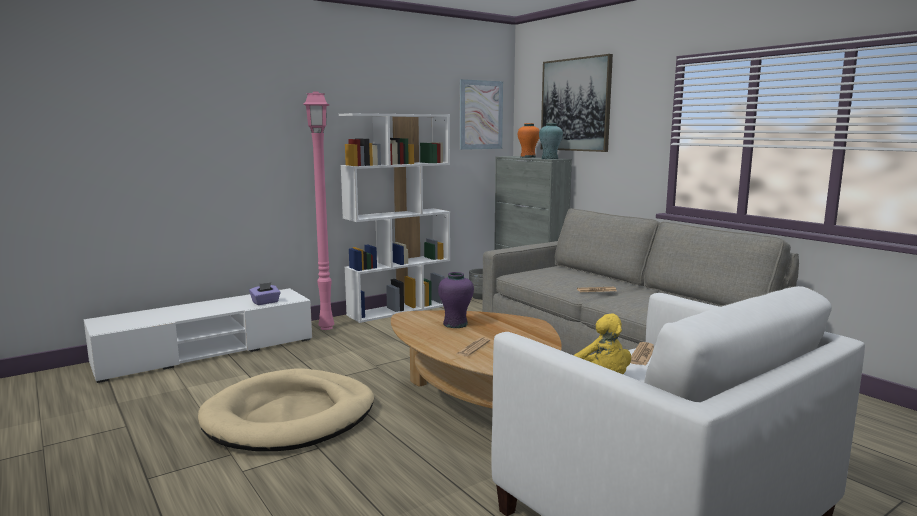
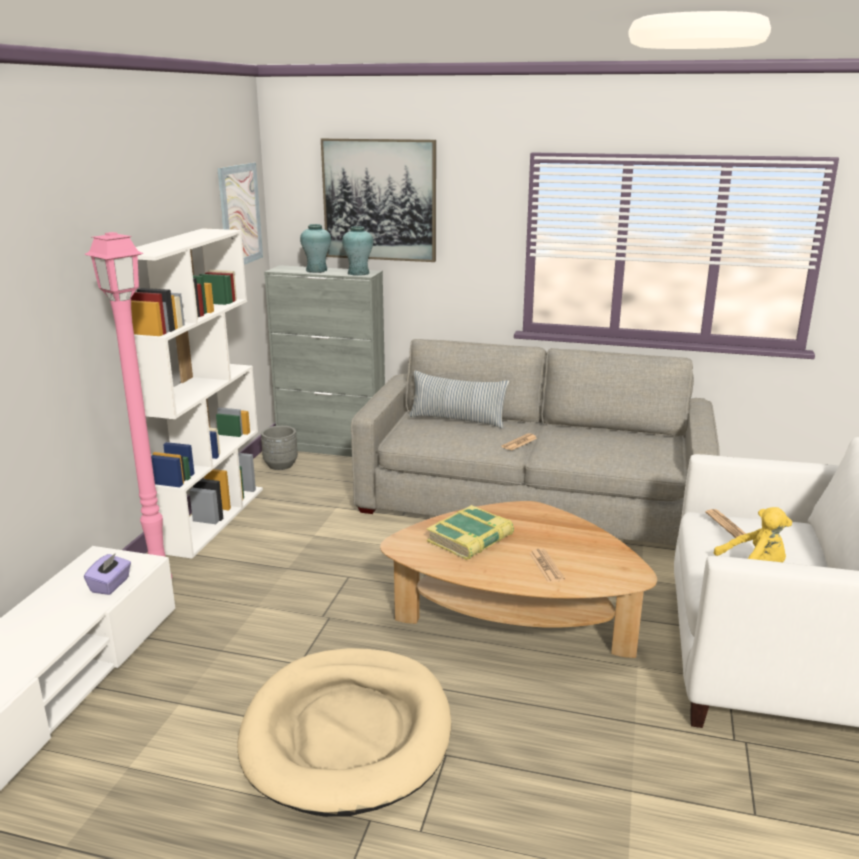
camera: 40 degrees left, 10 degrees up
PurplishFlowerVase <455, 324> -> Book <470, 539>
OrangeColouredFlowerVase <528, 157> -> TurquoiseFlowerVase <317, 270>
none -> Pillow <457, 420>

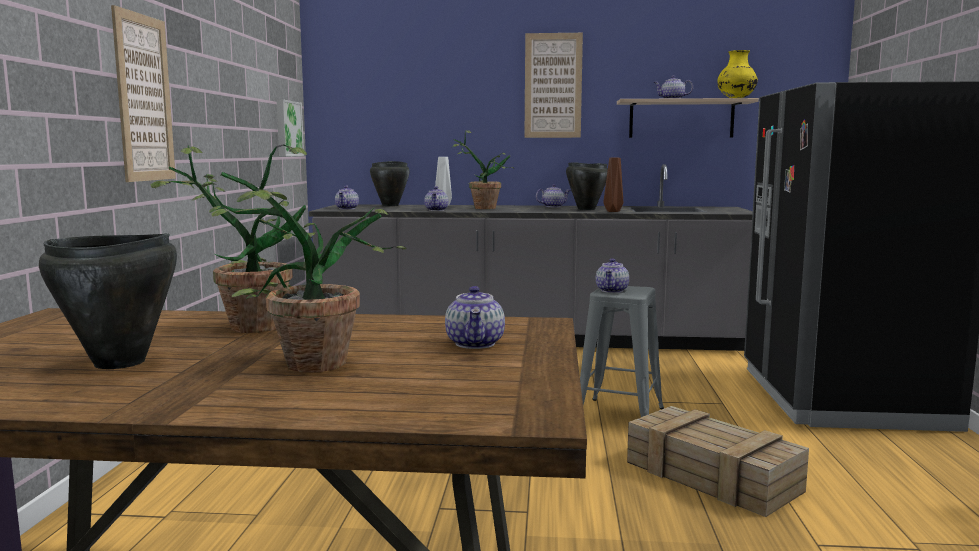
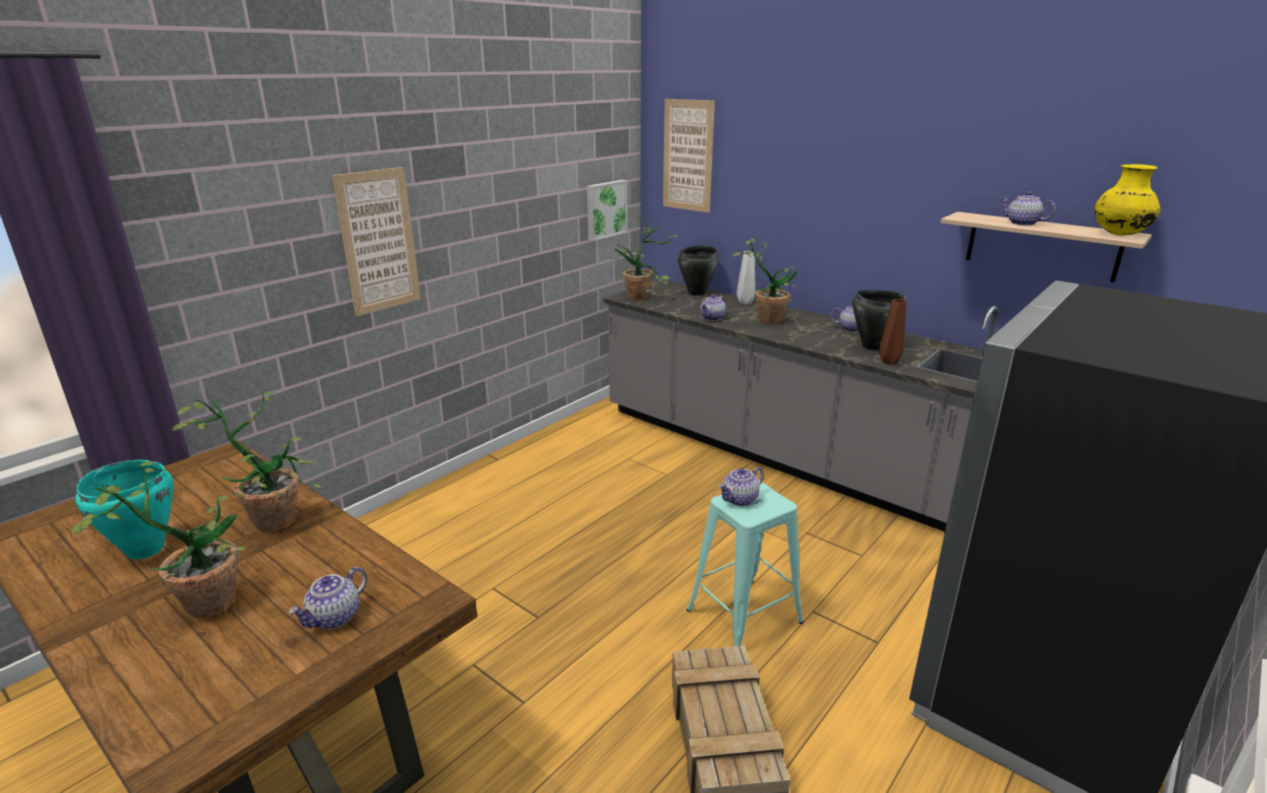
camera: 35 degrees right, 15 degrees up
BlackCookingPot <120, 363> -> TurquoiseCookingPot <145, 550>
TeaPot <347, 208> -> PottedPlant <644, 297>
Picture <553, 86> -> Picture <688, 155>, moved
GrayStoolSeat <619, 416> -> TurquoiseStoolSeat <744, 616>

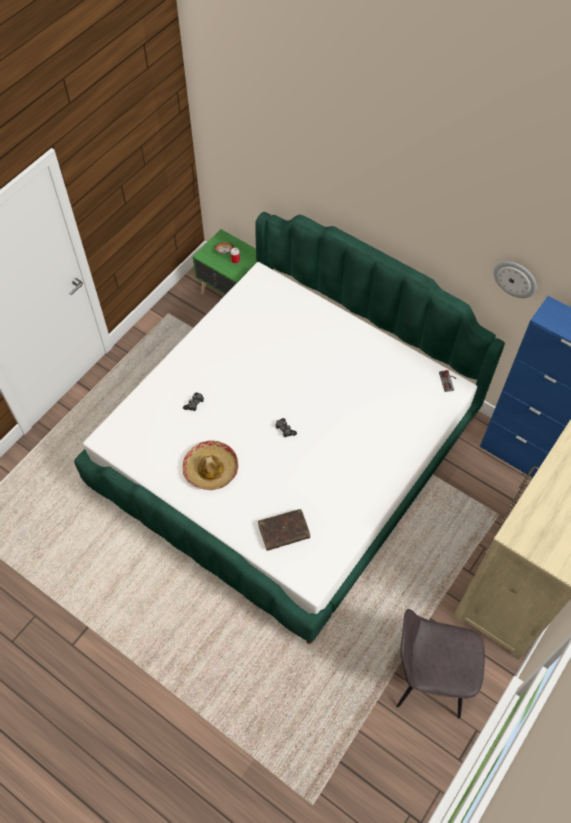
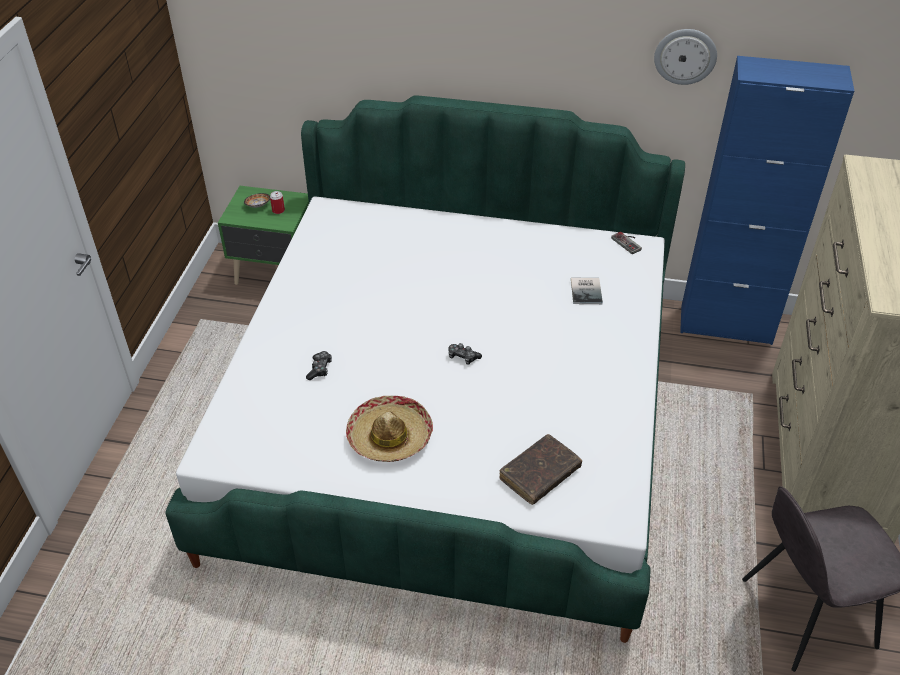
camera: 25 degrees left, 15 degrees down
none -> Book <587, 291>

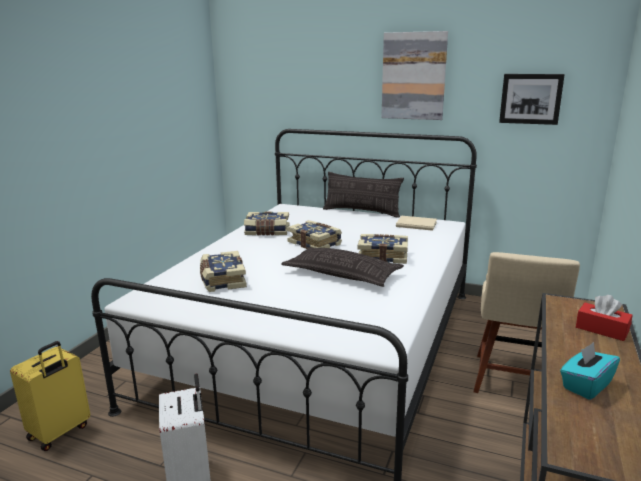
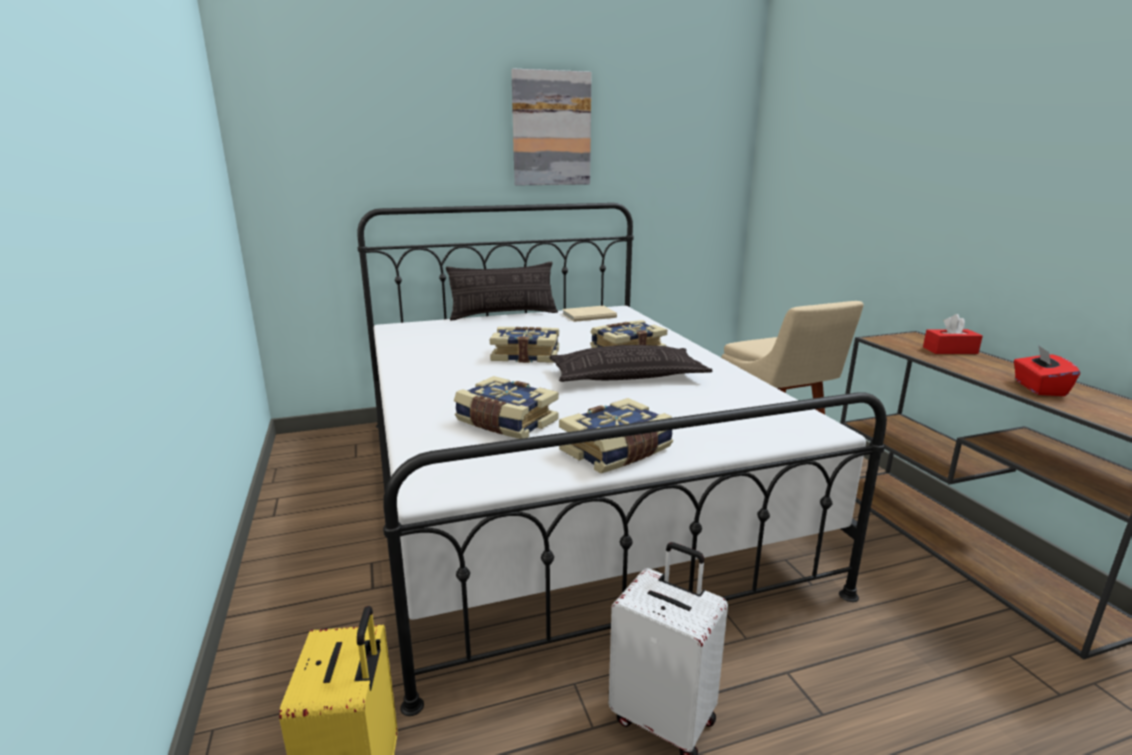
camera: 40 degrees left, 0 degrees up
Book <267, 231> -> Book <617, 451>, moved
Picture <530, 98> -> none
TurquoiseBoxOfTissues <586, 385> -> RedBoxOfTissues <1038, 388>

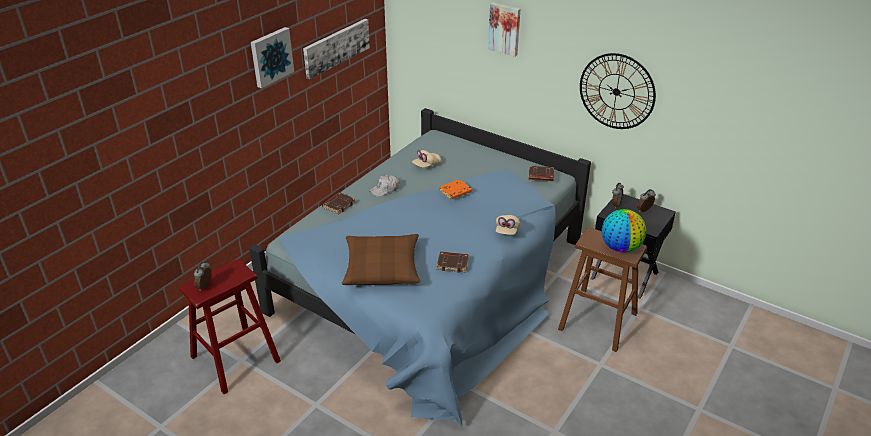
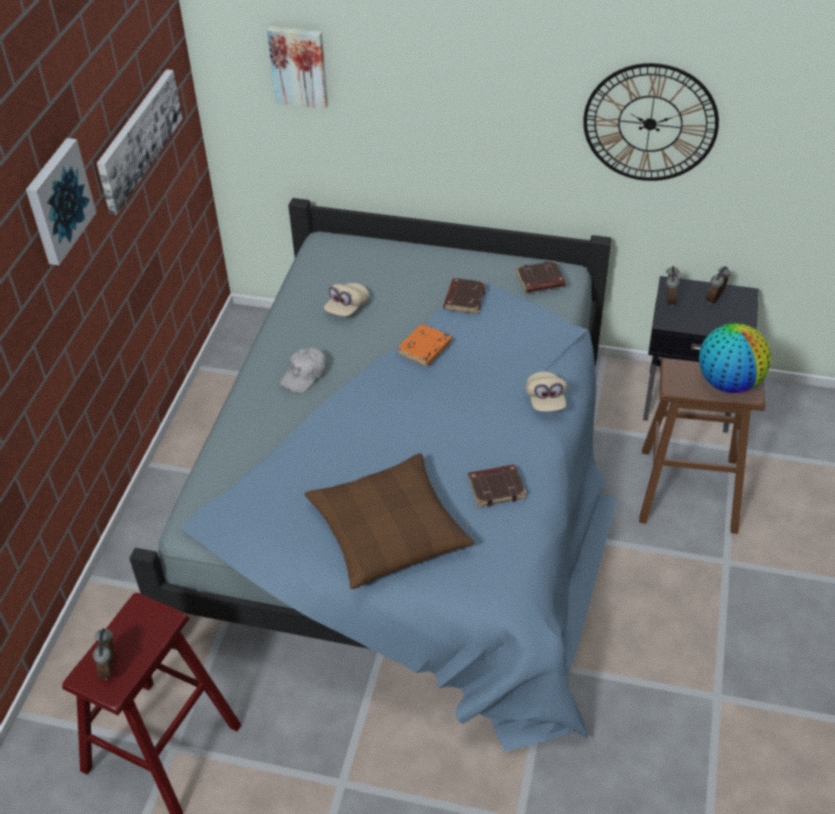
camera: 20 degrees left, 10 degrees up
BrownColouredBook <338, 205> -> BrownColouredBook <464, 298>, moved
Picture <505, 28> -> Picture <299, 66>, moved

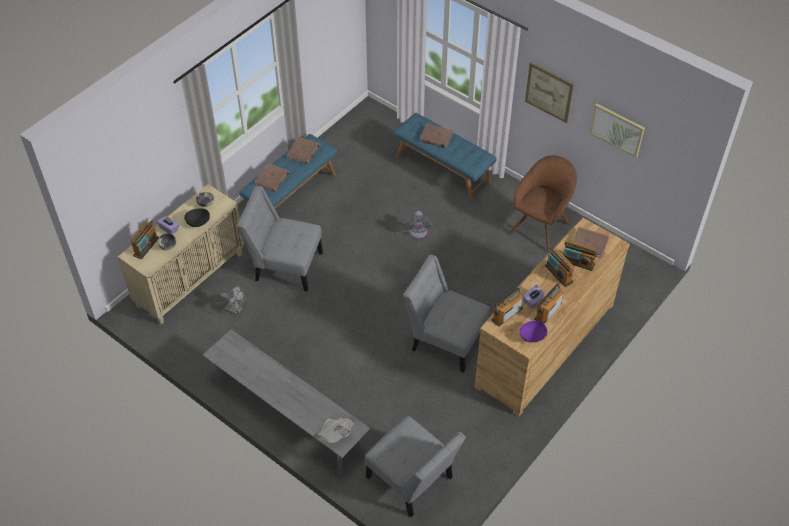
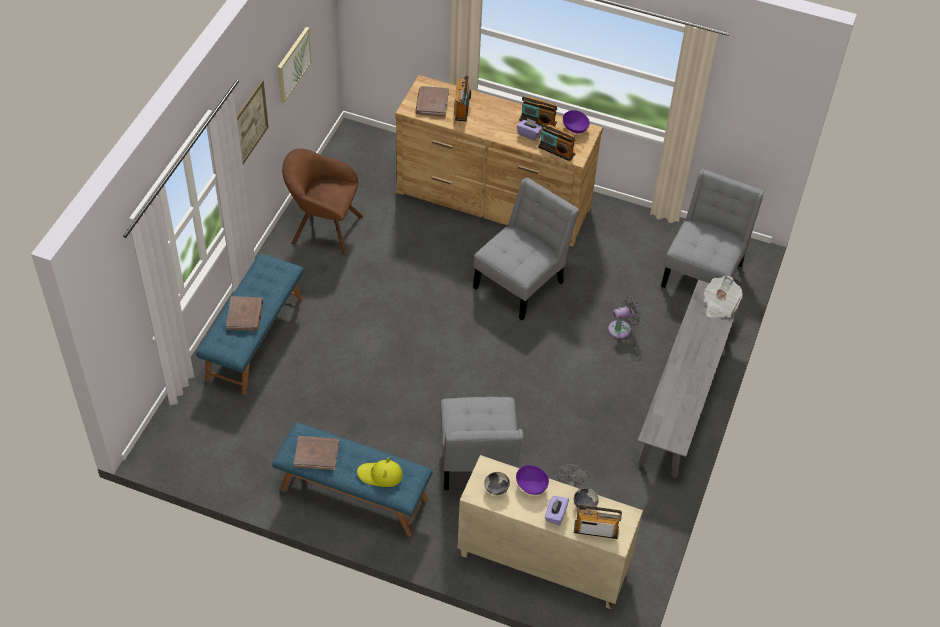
camera: 110 degrees left, 0 degrees up
BlackDeepDish <198, 222> -> PurplishDeepDish <531, 486>
BrownColouredBook <272, 179> -> YellowClothingHat <380, 475>
GrayPlainChair <445, 339> -> GrayPlainChair <522, 282>, 150 degrees counterclockwise
GrayCoolingFan <418, 233> -> GrayCoolingFan <622, 329>, moved
RadioSet <558, 274> -> none

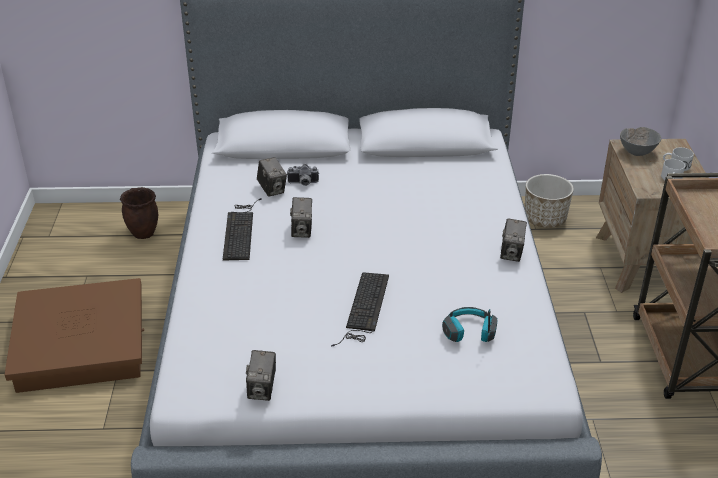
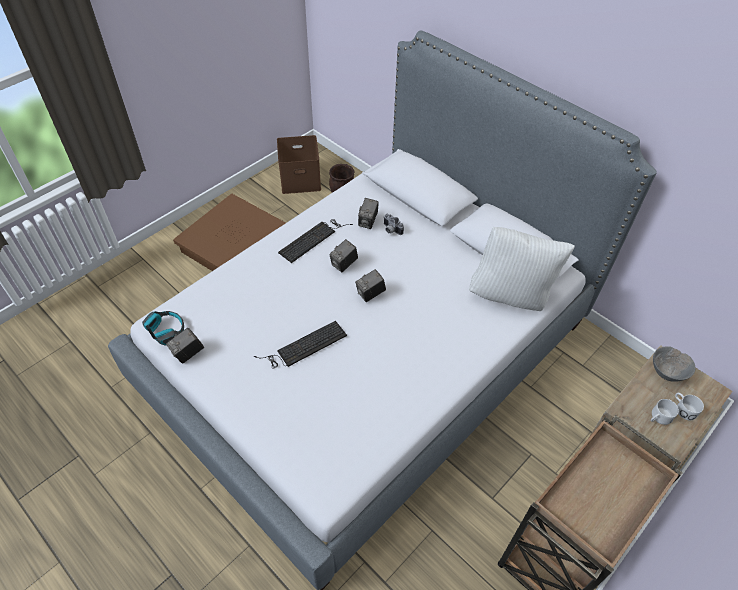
camera: 45 degrees right, 15 degrees up
PairOfHeadphones <469, 332> -> PairOfHeadphones <166, 331>, moved
PhotoCamera <511, 253> -> PhotoCamera <370, 294>, moved
FlowerPot <545, 219> -> none
none -> BrownColouredStorageBin <299, 180>
none -> WhitePillow <511, 295>

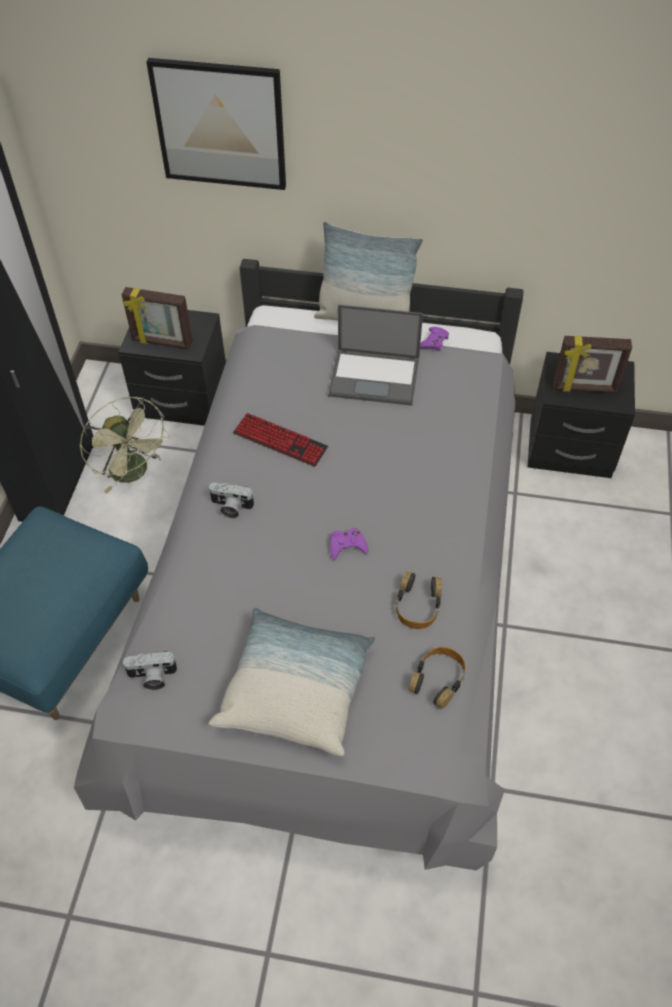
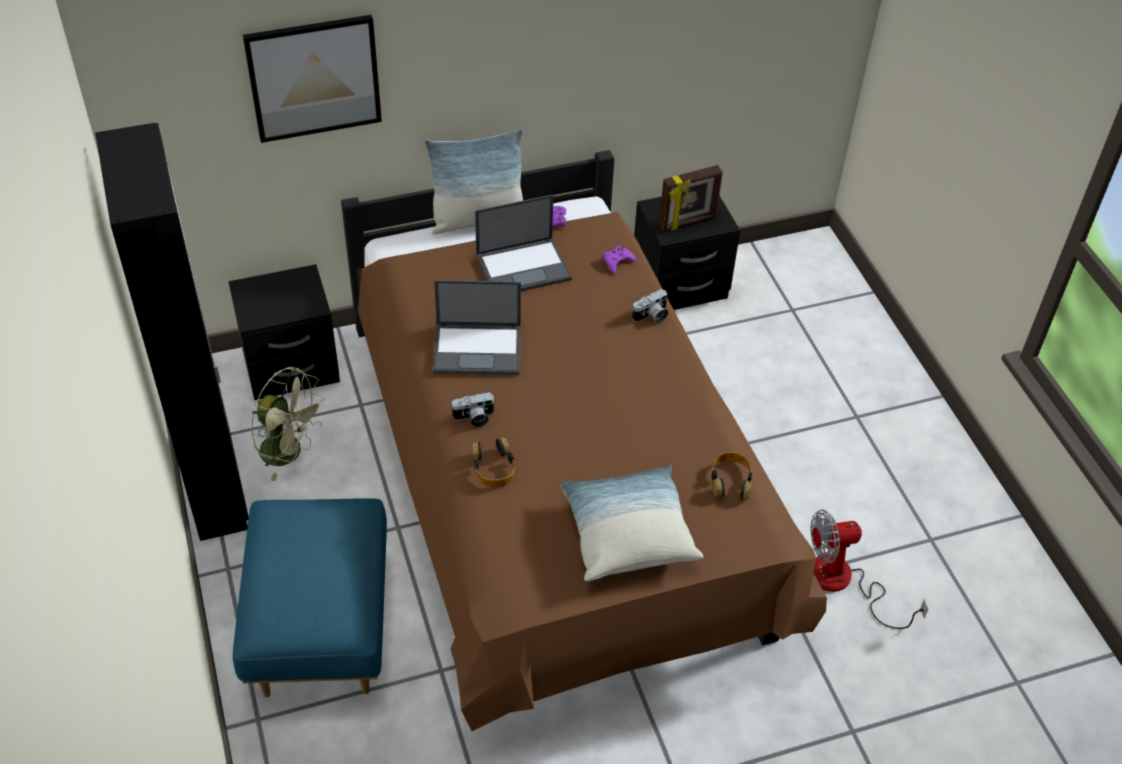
camera: 30 degrees left, 5 degrees down
GraySleepingBed <335, 598> -> BrownColouredSleepingBed <555, 487>
StandingFrame <162, 343> -> none
PhotoCamera <152, 677> -> PhotoCamera <651, 316>, moved
ComputerKeyboard <280, 441> -> PortableComputer <478, 348>
PurplishGameController <347, 546> -> PurplishGameController <617, 261>, moved
PairOfHeadphones <418, 605> -> PairOfHeadphones <494, 467>, moved
none -> CoolingFan <844, 583>

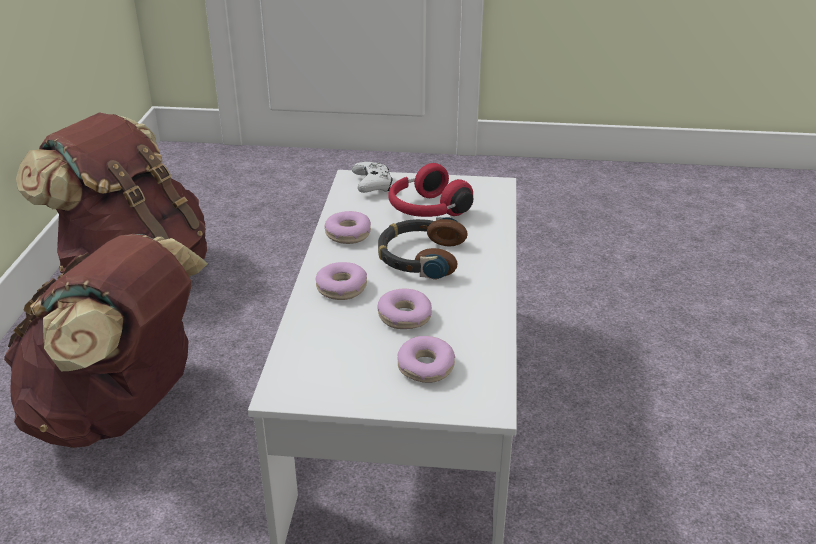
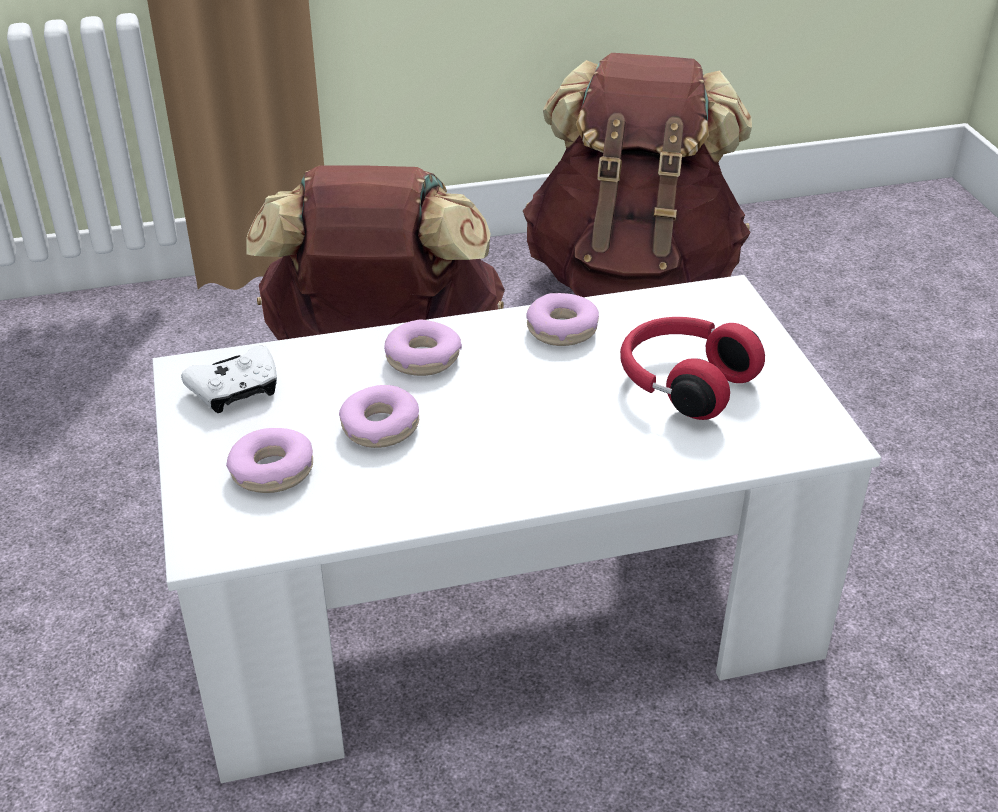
camera: 70 degrees right, 5 degrees up
WhiteGameController <372, 185> -> WhiteGameController <236, 391>, moved
PairOfHeadphones <420, 257> -> none

